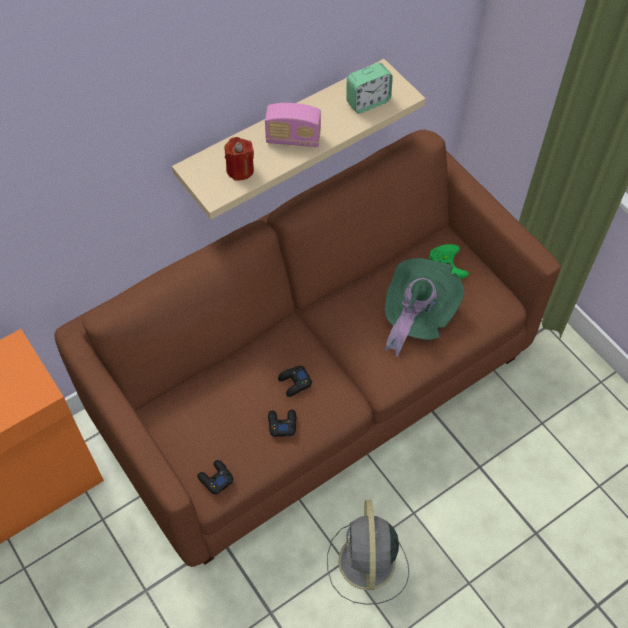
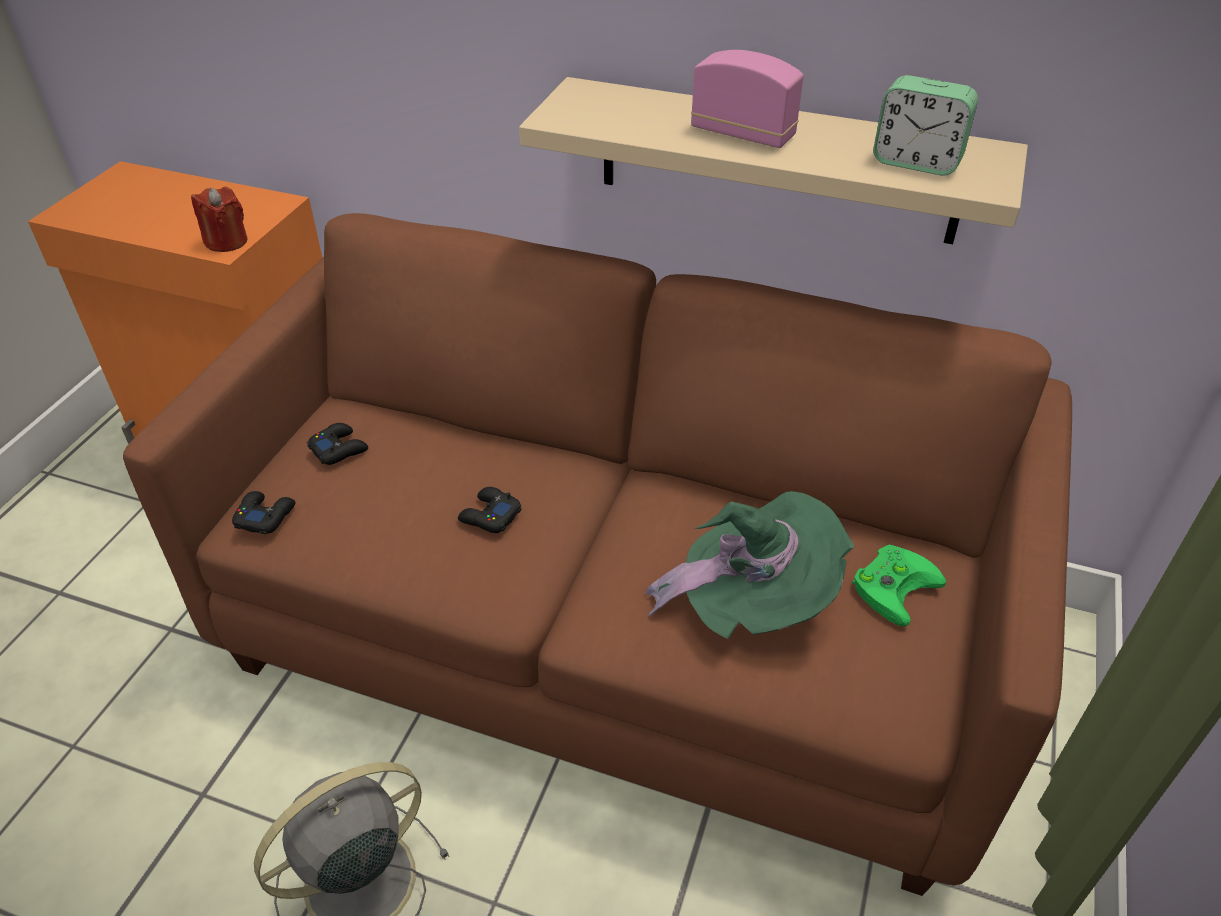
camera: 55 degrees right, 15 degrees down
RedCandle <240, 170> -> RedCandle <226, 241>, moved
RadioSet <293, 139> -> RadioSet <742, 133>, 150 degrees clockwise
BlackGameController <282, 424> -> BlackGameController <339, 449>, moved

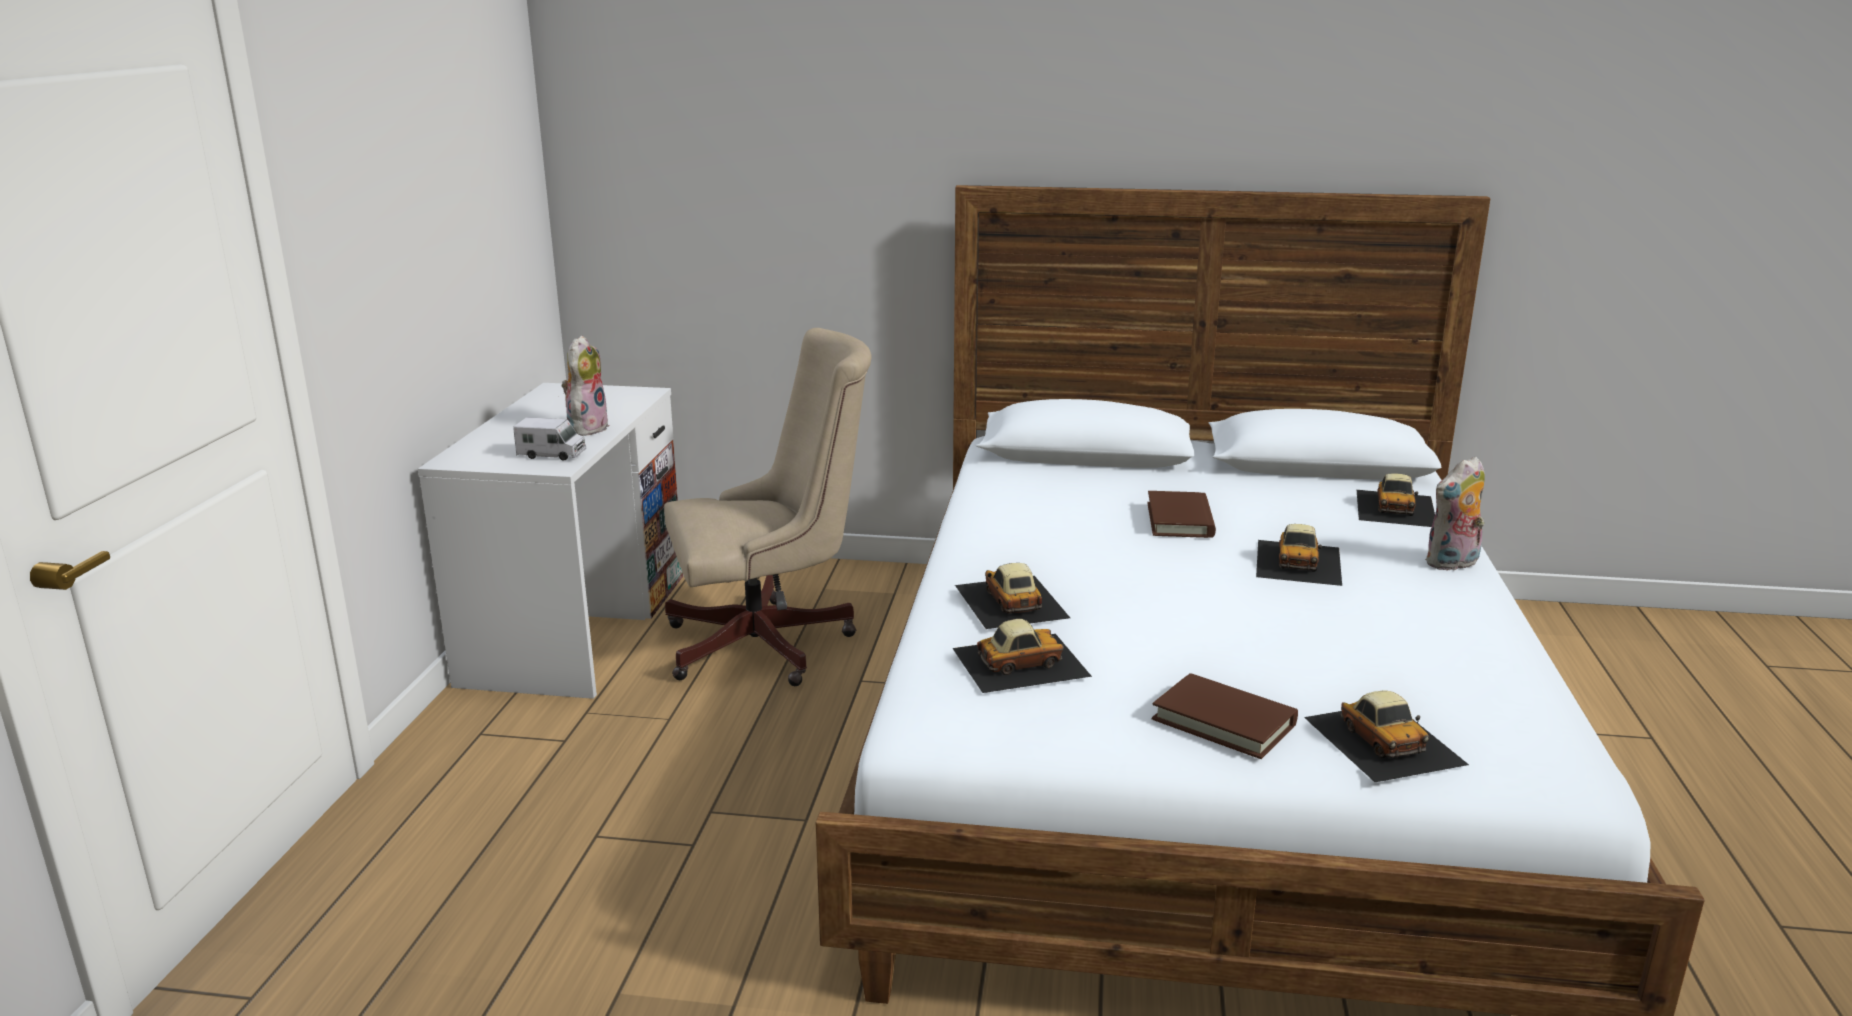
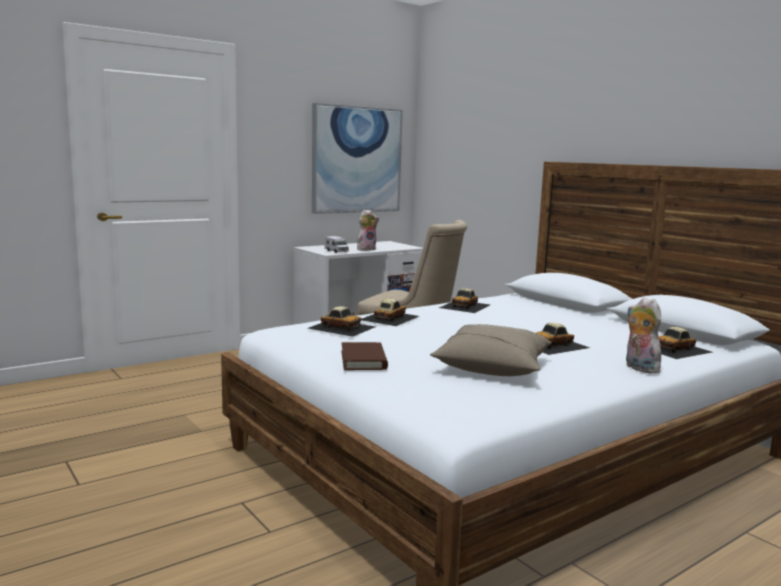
camera: 45 degrees right, 10 degrees down
BrownColouredBook <1180, 520> -> none
MiniatureCar <1384, 739> -> MiniatureCar <465, 306>, moved
SoftToy <1452, 564> -> SoftToy <639, 368>, 45 degrees clockwise
none -> Picture <357, 160>
none -> SandColouredPillow <492, 367>

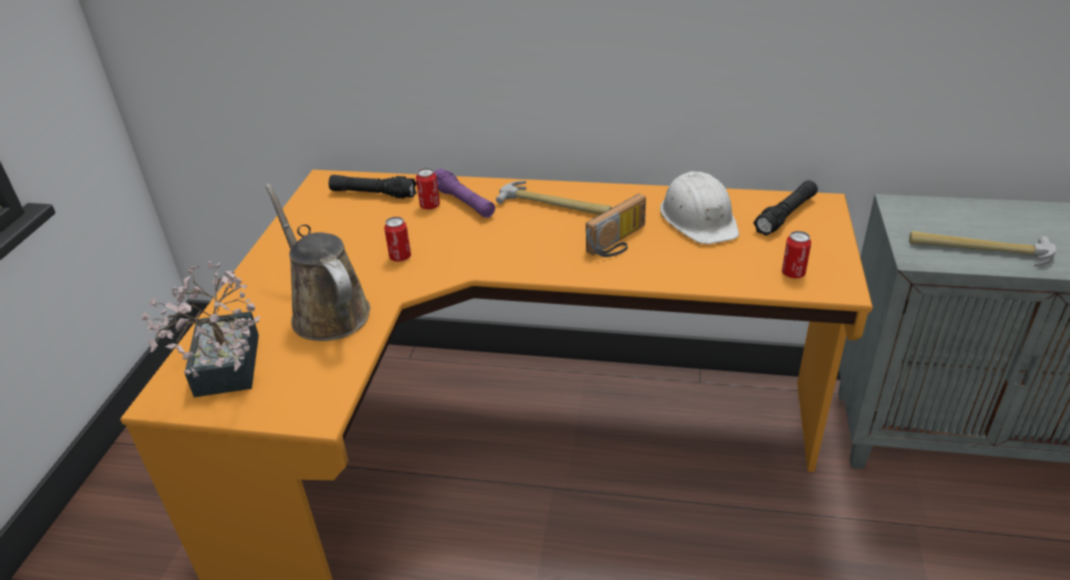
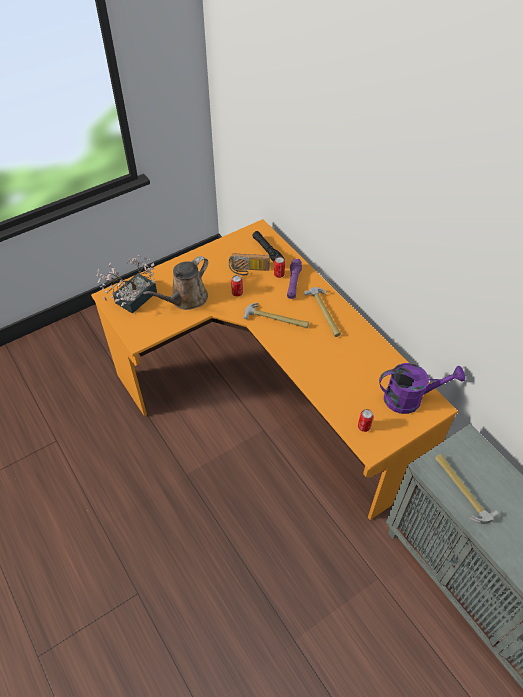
camera: 45 degrees right, 15 degrees up
BrownColouredWateringCan <327, 311> -> BrownColouredWateringCan <186, 299>, 150 degrees counterclockwise
RadioSet <619, 242> -> RadioSet <249, 270>, moved
WhiteWorkHelmet <699, 218> -> none
BlackHandTorch <786, 215> -> PurplishWateringCan <410, 398>
none -> ToolHammer <276, 319>

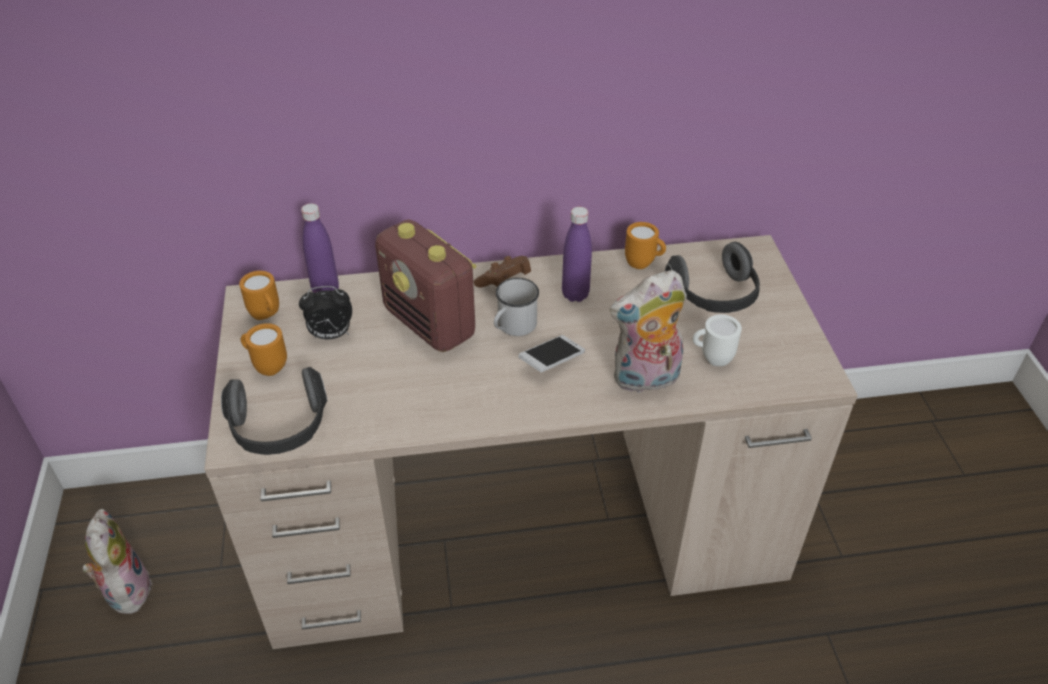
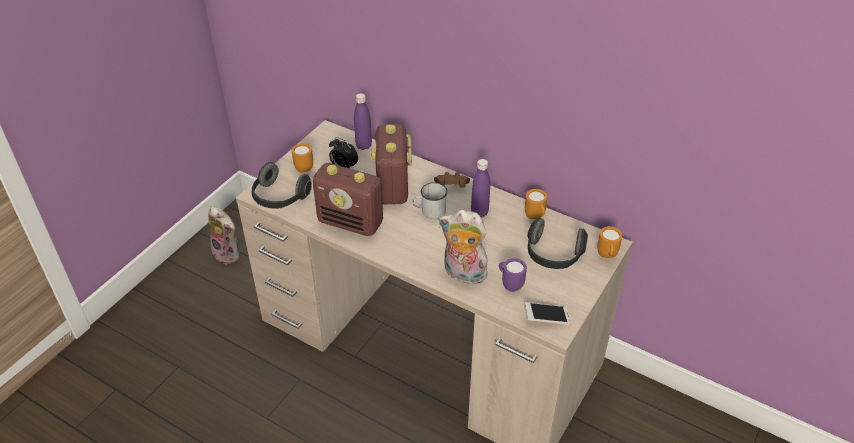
camera: 40 degrees right, 0 degrees up
SoftToy <125, 589> -> SoftToy <229, 253>, 105 degrees clockwise
OrangeColouredTeaMug <267, 316> -> OrangeColouredTeaMug <607, 256>, moved
Phone <551, 361> -> Phone <546, 318>, moved
WhiteTeaMug <711, 358> -> PurplishTeaMug <510, 284>
none -> RadioSet <351, 223>

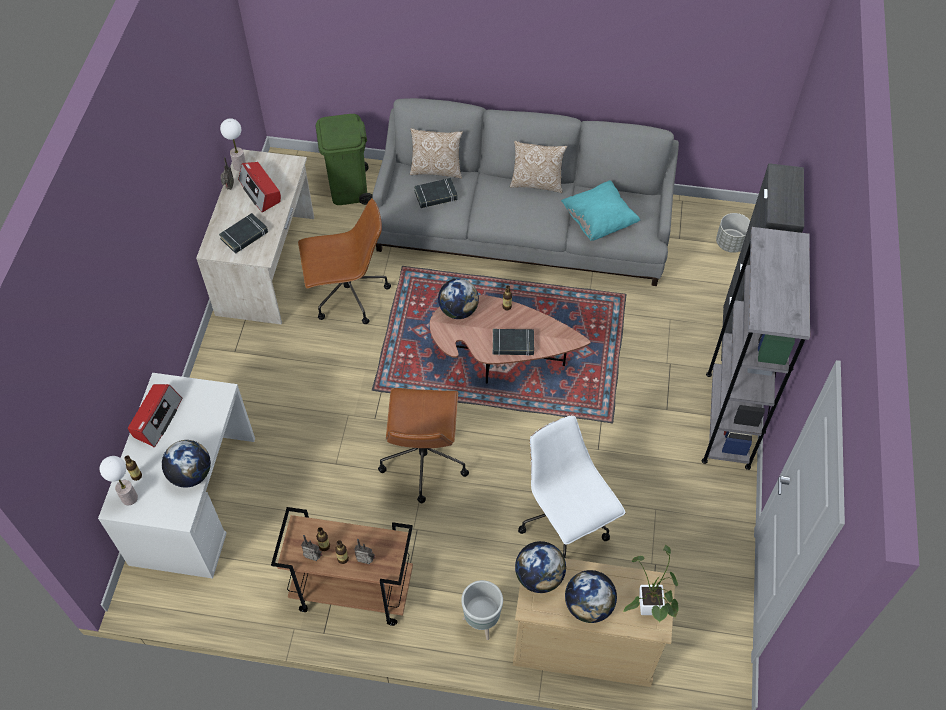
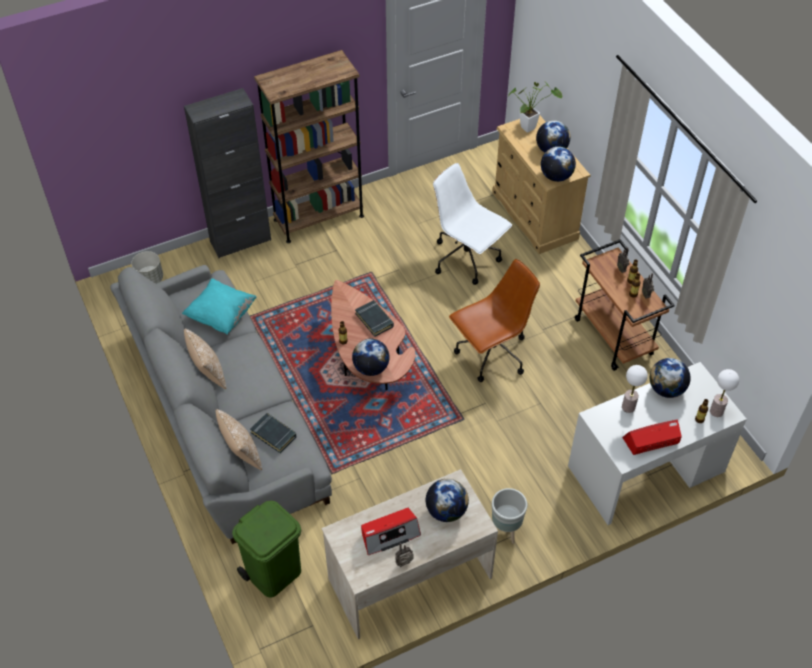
camera: 125 degrees left, 5 degrees down
BlackBook <244, 236> -> WorldGlobe <446, 511>
TableLamp <239, 166> -> TableLamp <628, 407>, moved
RadioSet <260, 191> -> RadioSet <389, 535>, 45 degrees clockwise
BrownColouredOfficeChair <347, 295> -> none
GrayFlowerPot <481, 621> -> GrayFlowerPot <505, 530>, moved
WhiteOfficeChair <566, 523> -> WhiteOfficeChair <467, 259>, 105 degrees clockwise
GrayBookcase <727, 419> -> BrownColouredBookcase <318, 218>

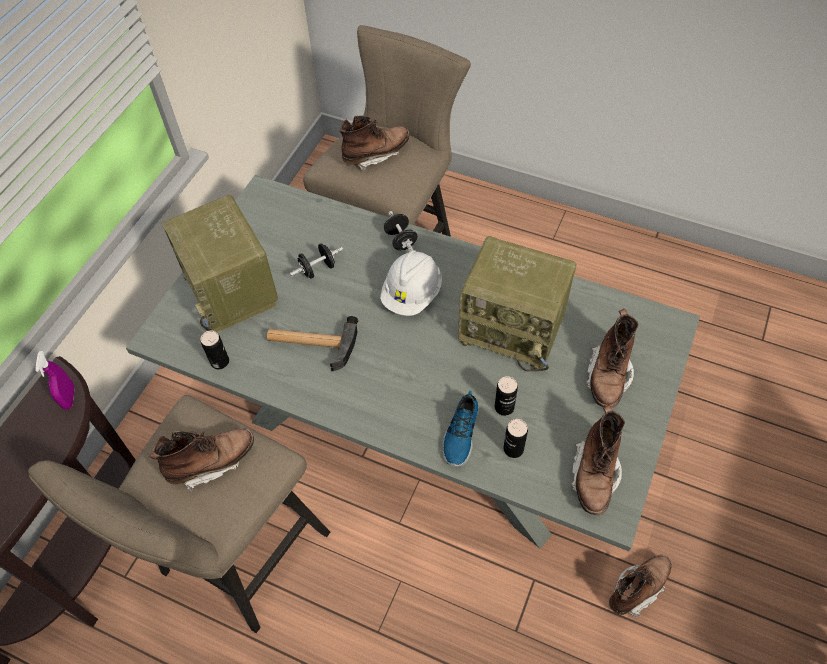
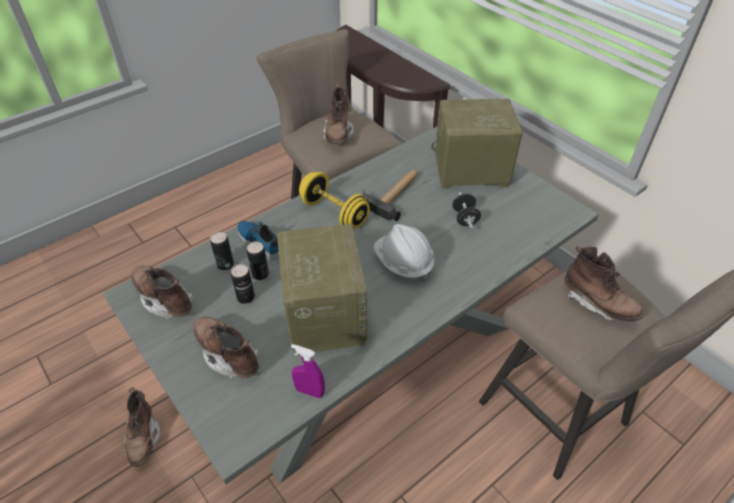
camera: 115 degrees right, 10 degrees down
PurplishSprayBottle <69, 398> -> PurplishSprayBottle <309, 391>, moved
SealedCan <220, 361> -> SealedCan <246, 297>, moved
BrownColouredBoot <376, 155> -> BrownColouredBoot <598, 303>, 45 degrees counterclockwise
BlackHandWeight <401, 240> -> none
RadioSet <514, 328> -> RadioSet <323, 314>, 120 degrees clockwise
none -> YellowHandWeight <334, 213>

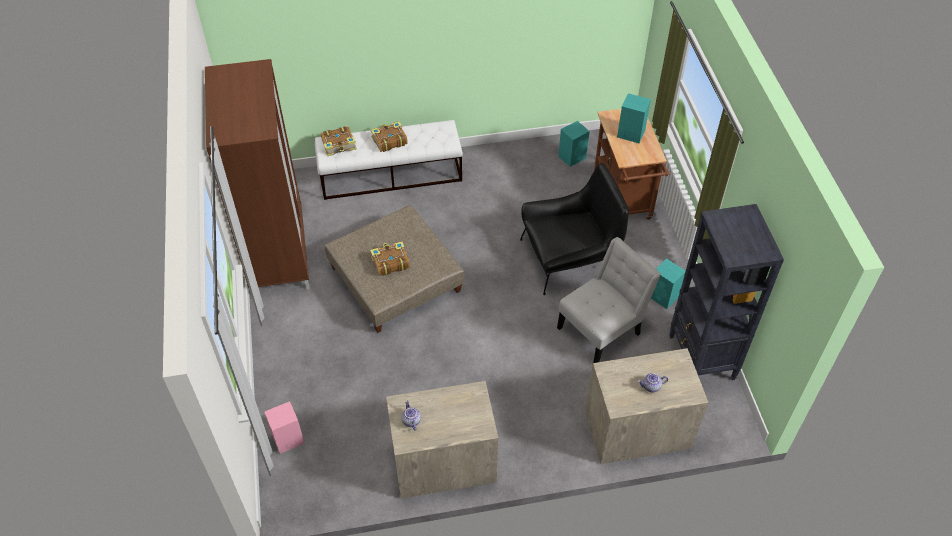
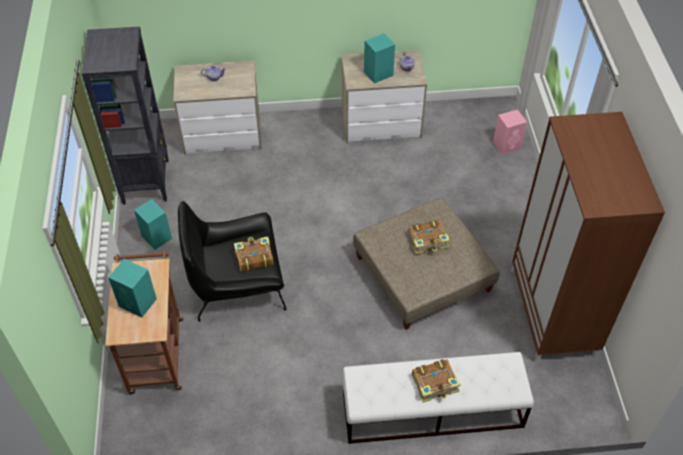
camera: 175 degrees left, 0 degrees up
Book <339, 145> -> Book <253, 258>, moved
WhitePlainChair <602, 328> -> none
TurquoiseLoudspeaker <572, 157> -> TurquoiseLoudspeaker <377, 74>, moved

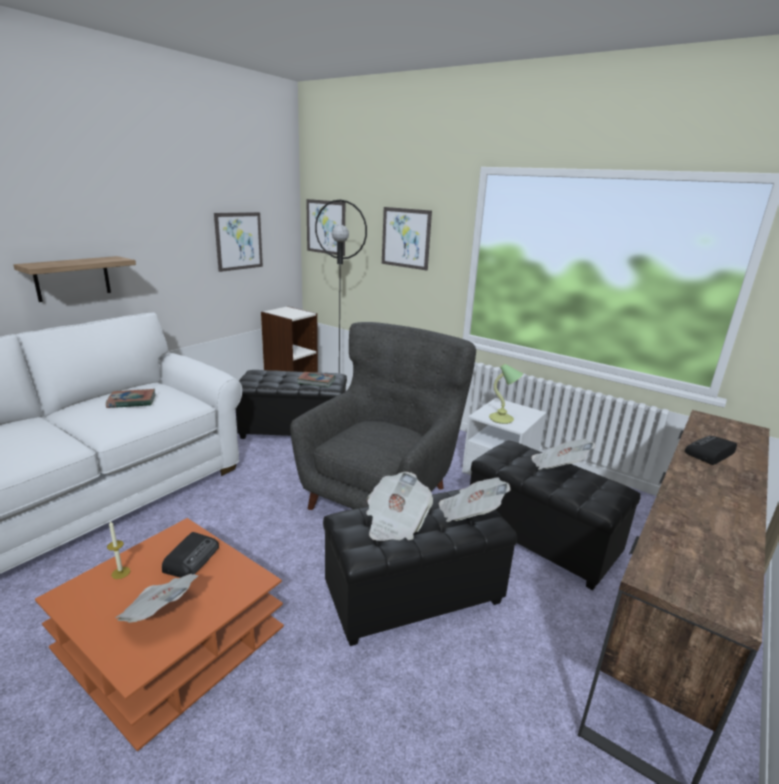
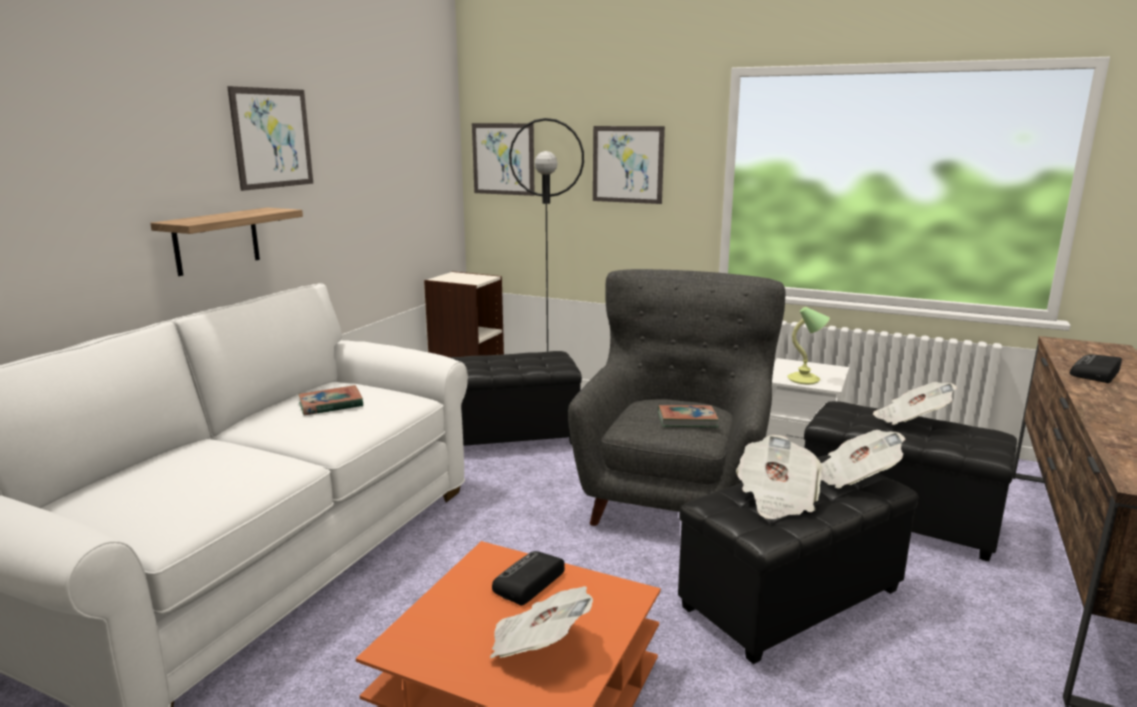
camera: 10 degrees left, 5 degrees down
Candle <120, 573> -> none
RadioSet <192, 558> -> RadioSet <528, 583>, 150 degrees counterclockwise
Picture <239, 241> -> Picture <272, 138>, moved
Book <316, 381> -> Book <687, 420>, moved

